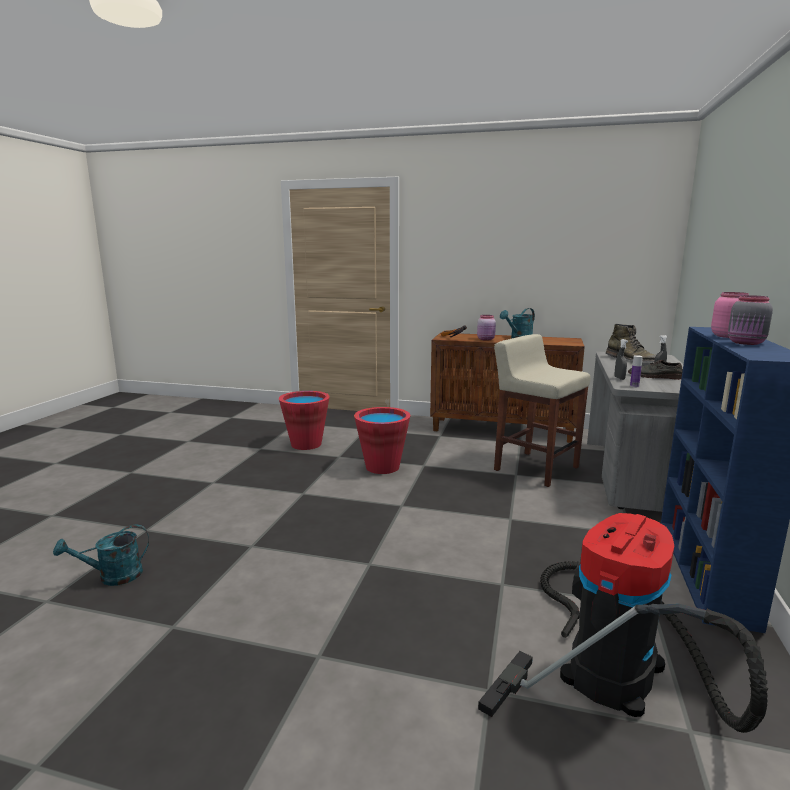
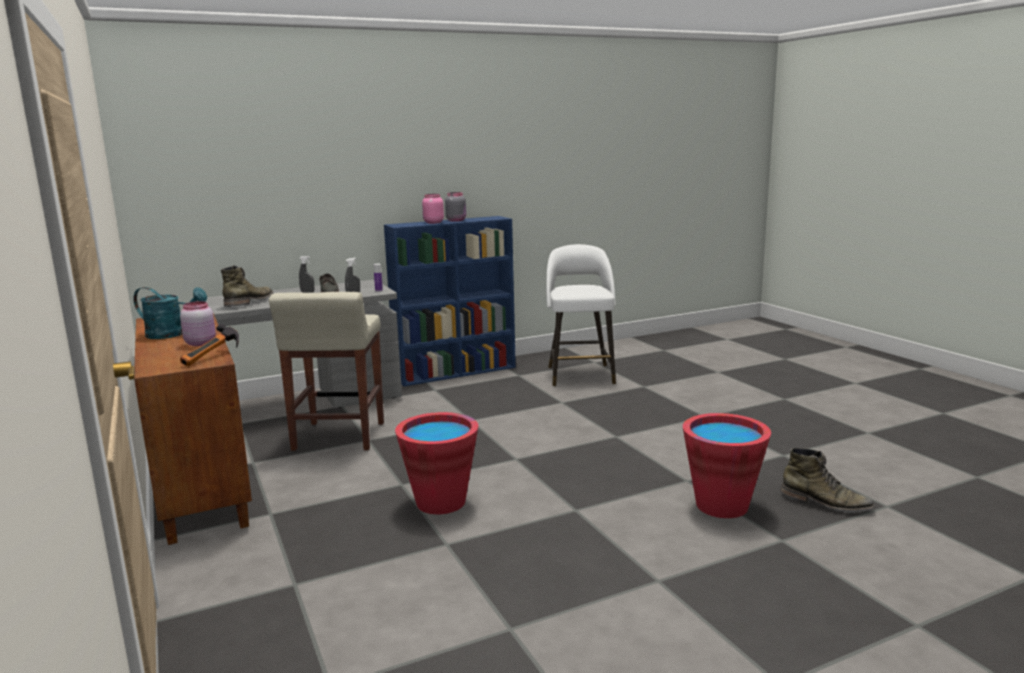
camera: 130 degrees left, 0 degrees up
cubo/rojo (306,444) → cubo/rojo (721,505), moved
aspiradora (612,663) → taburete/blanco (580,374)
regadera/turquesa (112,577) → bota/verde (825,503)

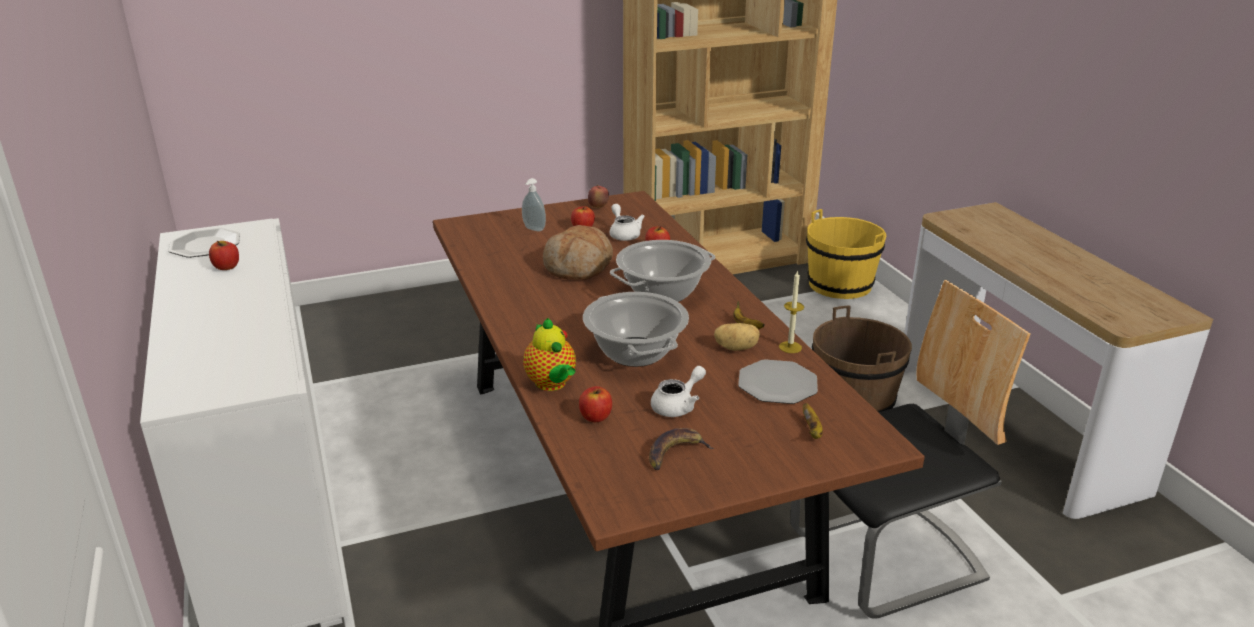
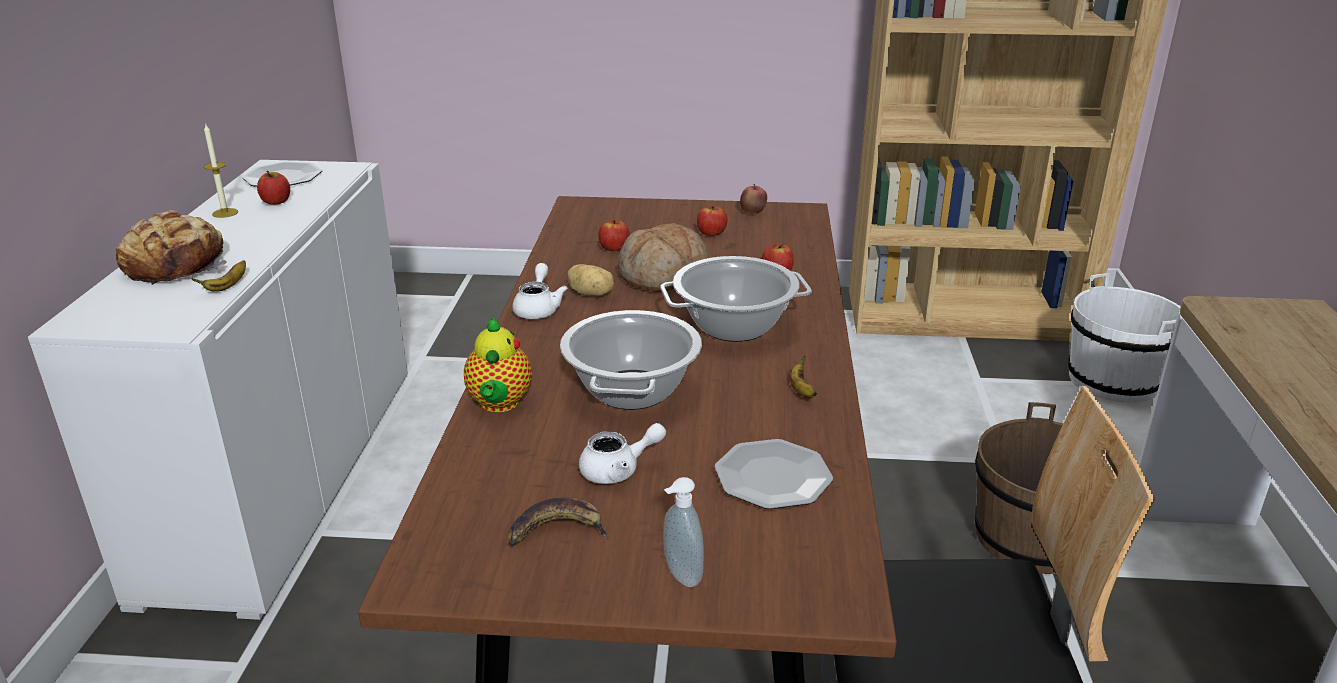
camera: 25 degrees right, 0 degrees up
dispensador de jabón (533,229) → dispensador de jabón (680,576), moved
tetera/blanco (624,234) → tetera/blanco (538,308), moved
cubo/amarillo (840,285) → cubo/blanco (1113,380)
vela (790,347) → vela (225,213), moved
patata (736,348) → patata (591,294), moved
manzana (595,417) → manzana (614,248), moved
plátano (812,430) → plátano (227,286), moved
- → pan (176,265)

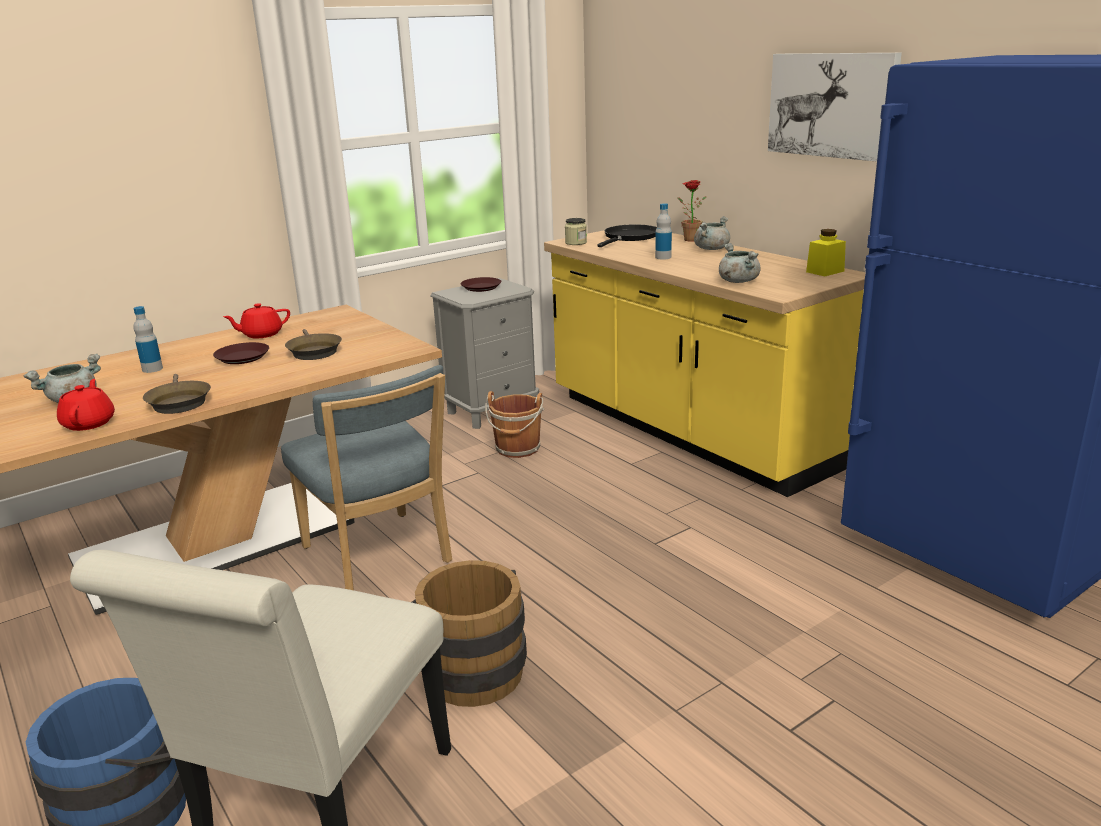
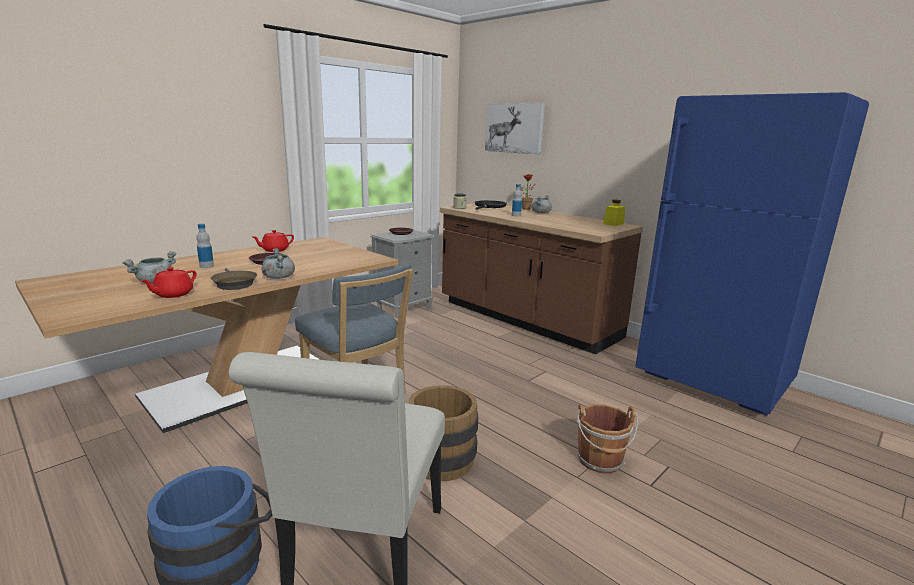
camera: 10 degrees left, 5 degrees down
cuadro (832,105) → cuadro (514,128), moved
mueble bajo de cocina/amarillo (689,431) → mueble bajo de cocina/marrón (526,320)
olla/gris (737,281) → olla/gris (278,277), moved
sartén/marrón (313,351) → -
tetera/rojo (89,423) → tetera/rojo (173,294), 135 degrees counterclockwise
cubo/marrón (517,449) → cubo/marrón (600,461), moved

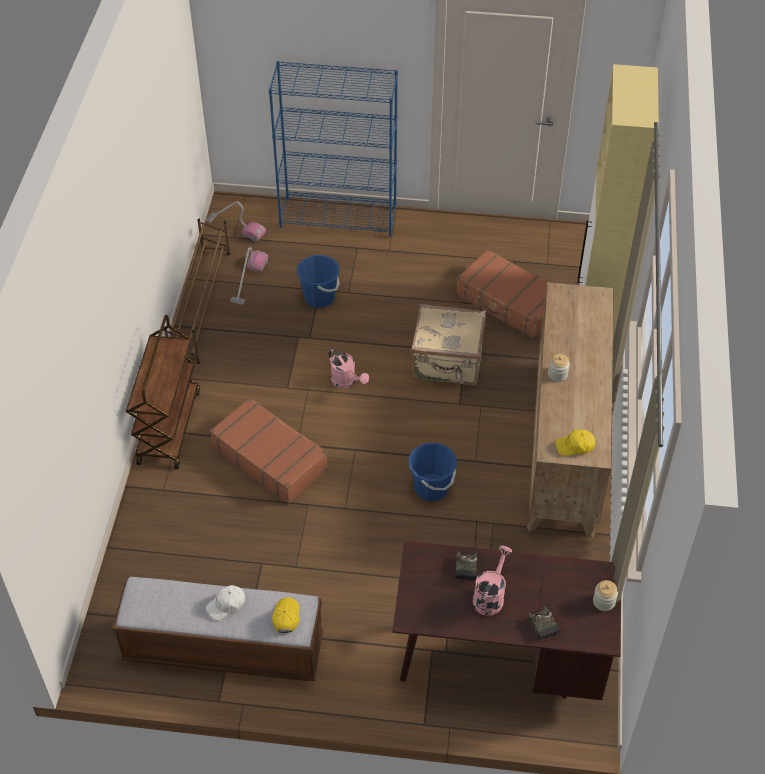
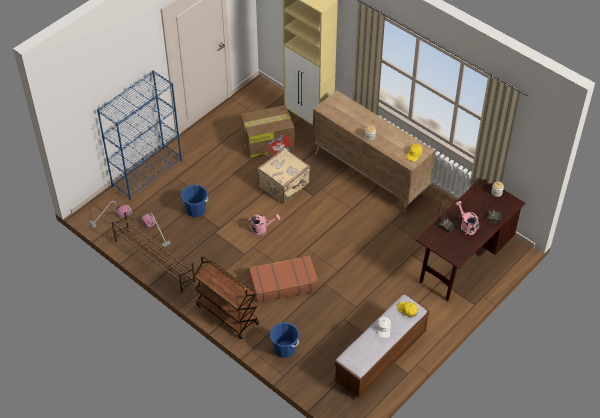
camera: 55 degrees left, 0 degrees up
maleta/marrón (509,303) → caja de cartón (268,142)
cubo/azul (431,488) → cubo/azul (284,349), moved

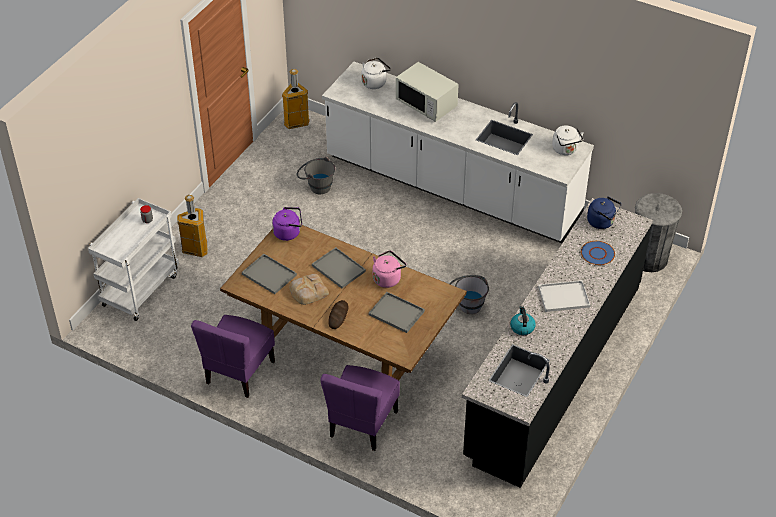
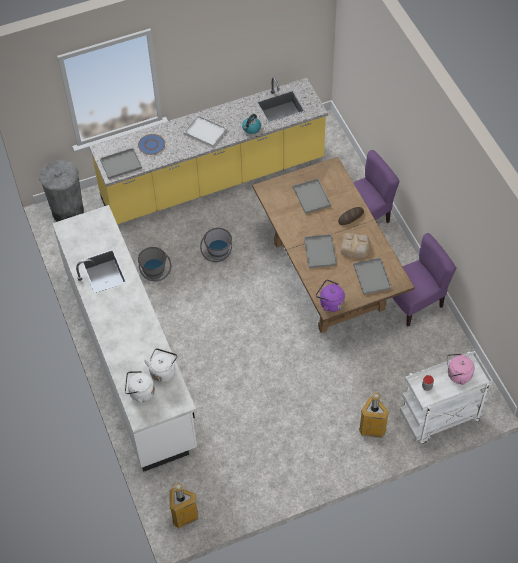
camera: 140 degrees left, 10 degrees up
microondas/blanco (426,104) → -
hervidor/blanco (566,150) → hervidor/blanco (163,371), moved
cubo/gris (316,186) → cubo/gris (155,275), moved
hervidor/azul (602,222) → bandeja/gris (121,163)
mueble bajo de cocina/negro (553,369) → mueble bajo de cocina/amarillo (213,180)
hervidor/rosa (388,278) → hervidor/rosa (457,375), moved

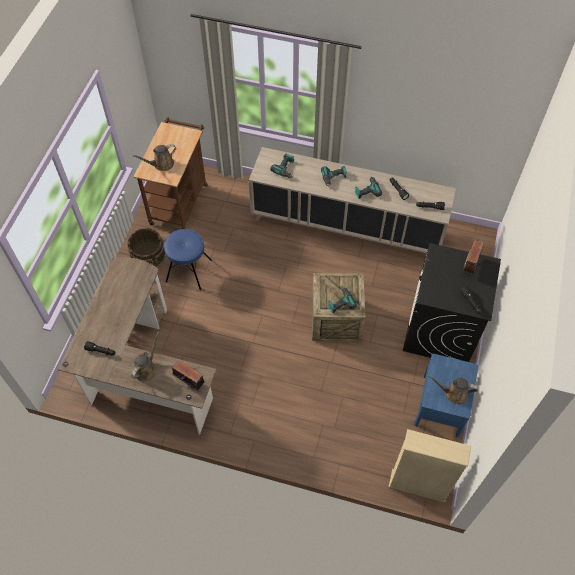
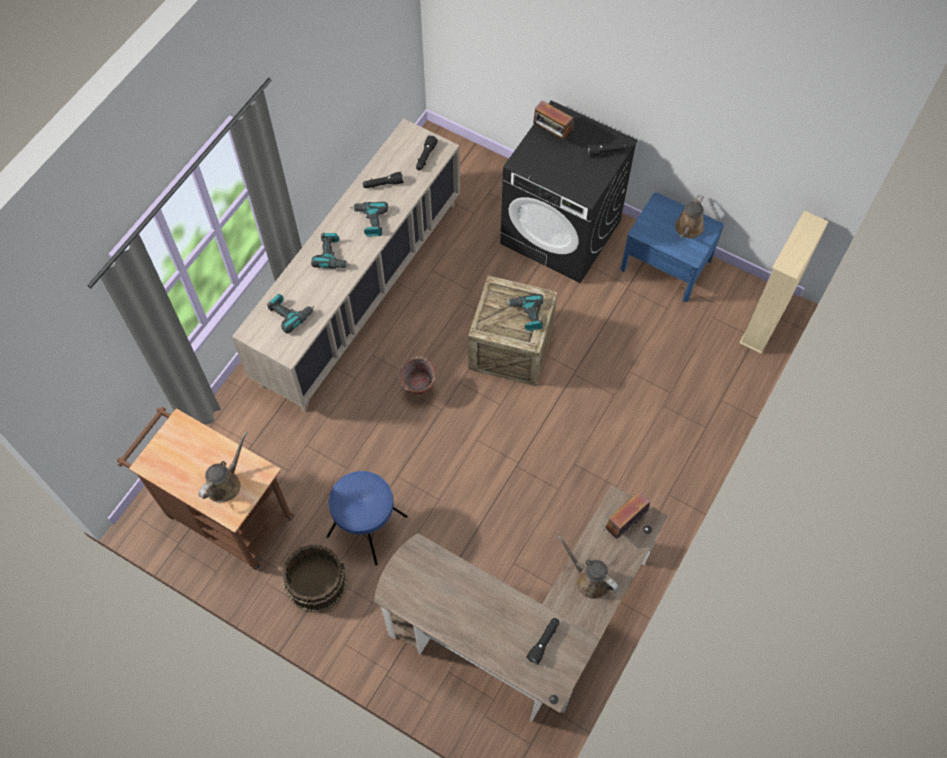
camera: 75 degrees left, 5 degrees up
regadera/marrón (161,164) → regadera/marrón (225,483), 135 degrees counterclockwise
- → cubo (418,390)

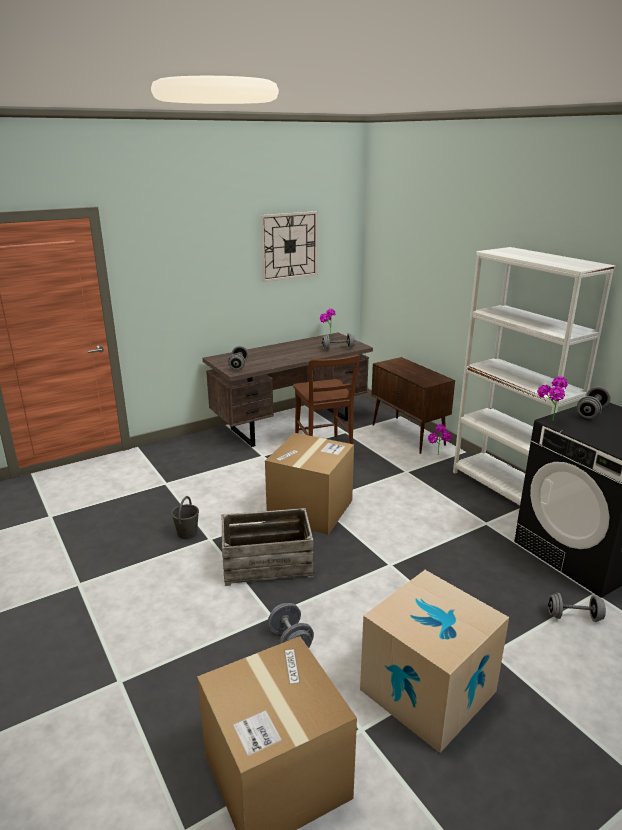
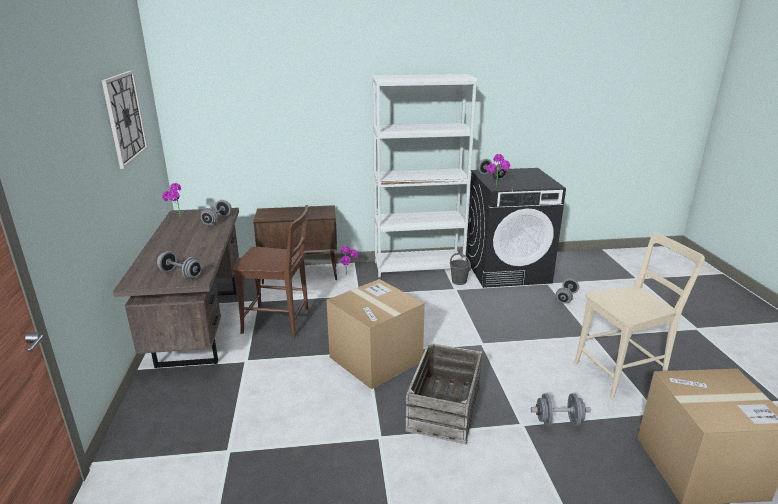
camera: 65 degrees left, 0 degrees up
cubo/gris (187,533) → cubo/gris (458,281), moved
caja de cartón (428,690) → silla/beis (622,372)

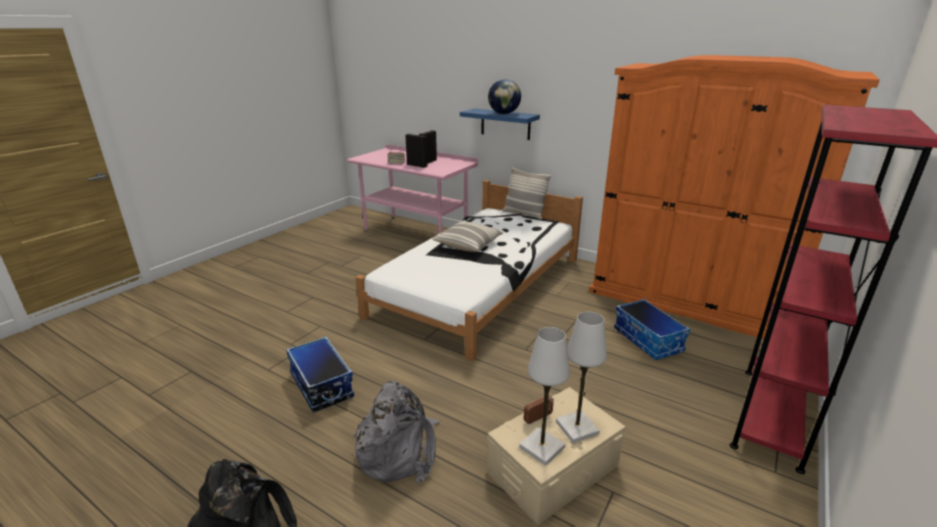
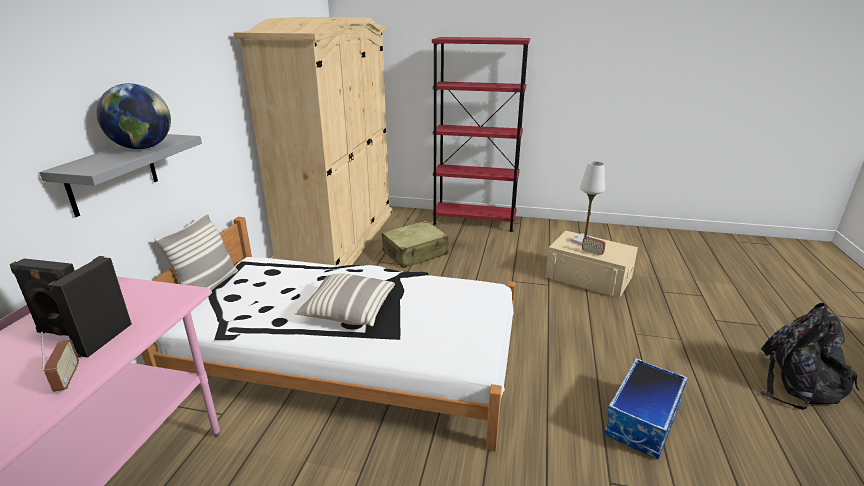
camera: 110 degrees left, 0 degrees up
armario ropero/naranja (687,301) → armario ropero/beis (340,239)
estante/azul (505,124) → estante/gris (113,174)
caja de almacenaje (648,340) → maleta/beis (415,253)
lámpara de mesa/blanco (542,447) → -
mochila/gris (399,451) → -

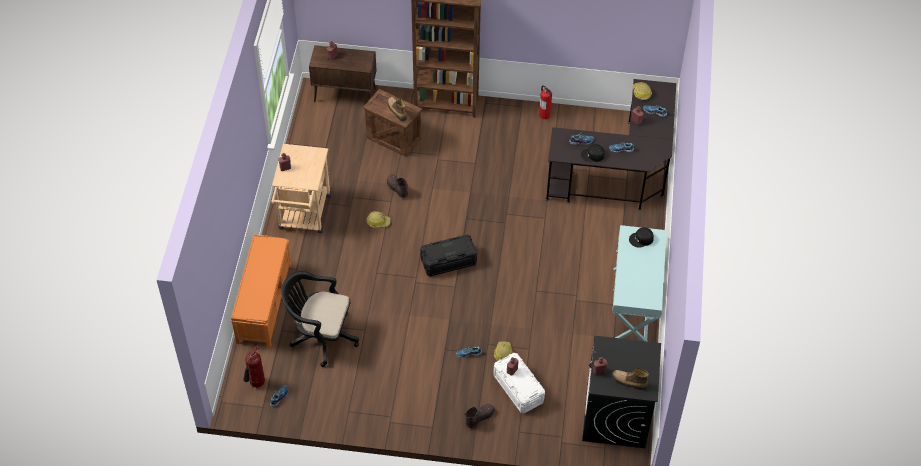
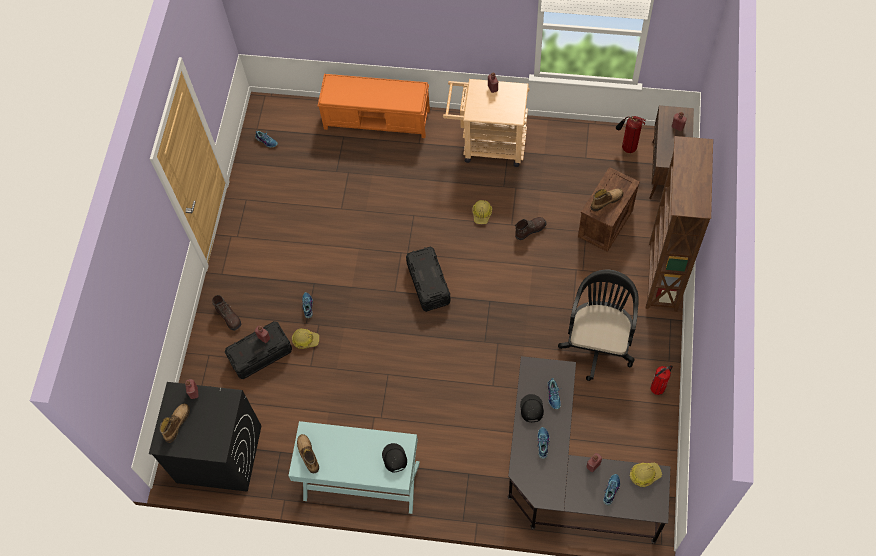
camera: 95 degrees right, 10 degrees up
silla de oficina/negro (320,336) → silla de oficina/negro (598,342), moved
extintor (256,384) → extintor (627,148), moved
caja de almacenaje/blanco (518,389) → caja de almacenaje/negro (260,355)
- → bota (307,454)

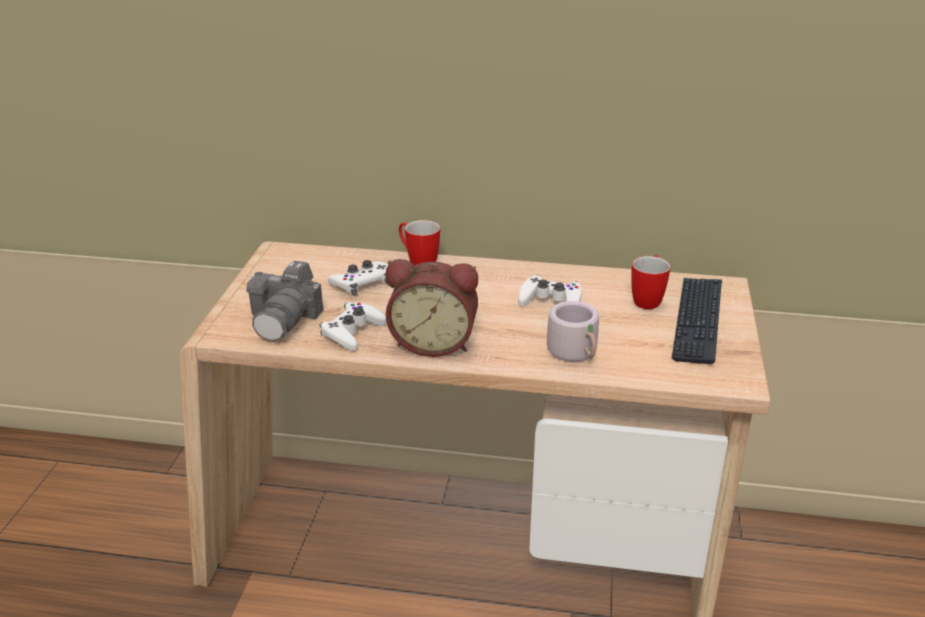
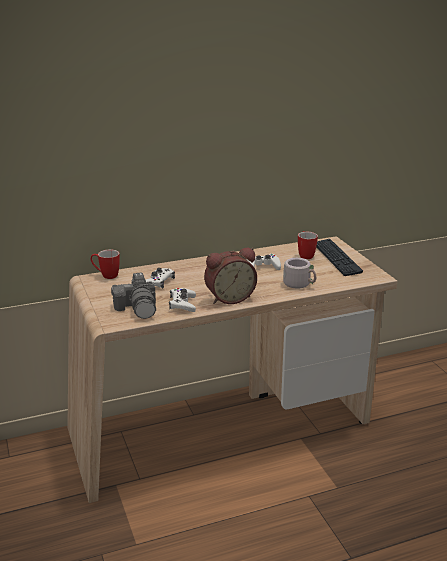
camera: 30 degrees left, 5 degrees down
taza grande (418,262) → taza grande (106,275), moved

